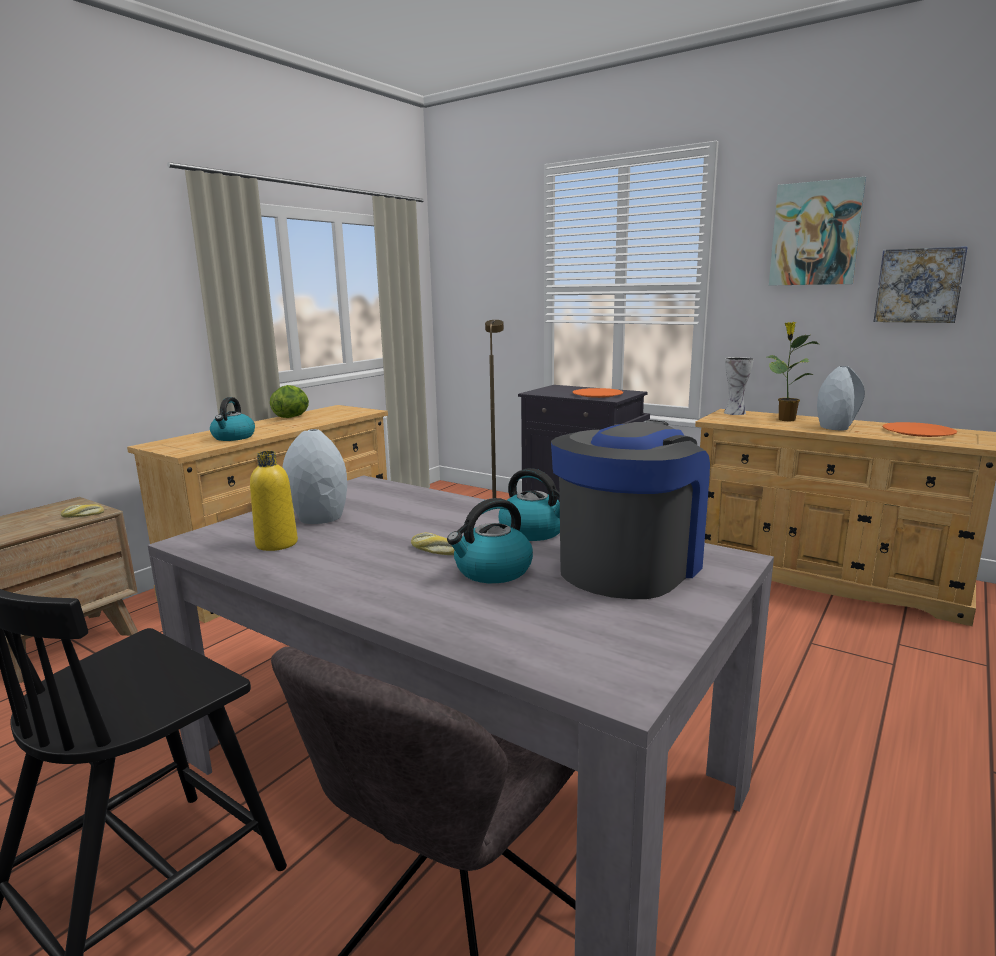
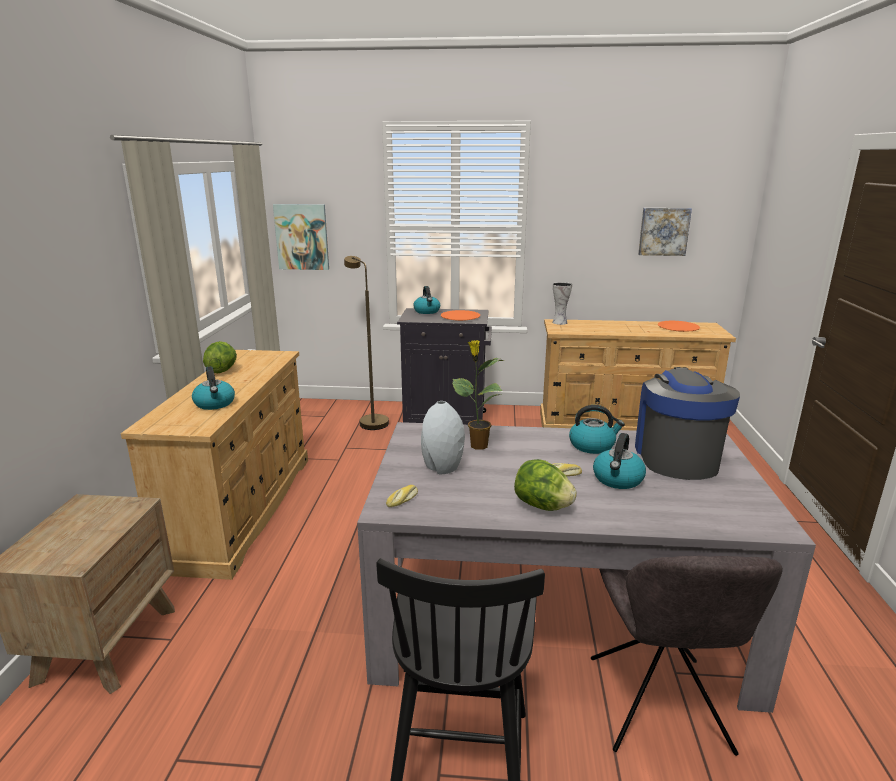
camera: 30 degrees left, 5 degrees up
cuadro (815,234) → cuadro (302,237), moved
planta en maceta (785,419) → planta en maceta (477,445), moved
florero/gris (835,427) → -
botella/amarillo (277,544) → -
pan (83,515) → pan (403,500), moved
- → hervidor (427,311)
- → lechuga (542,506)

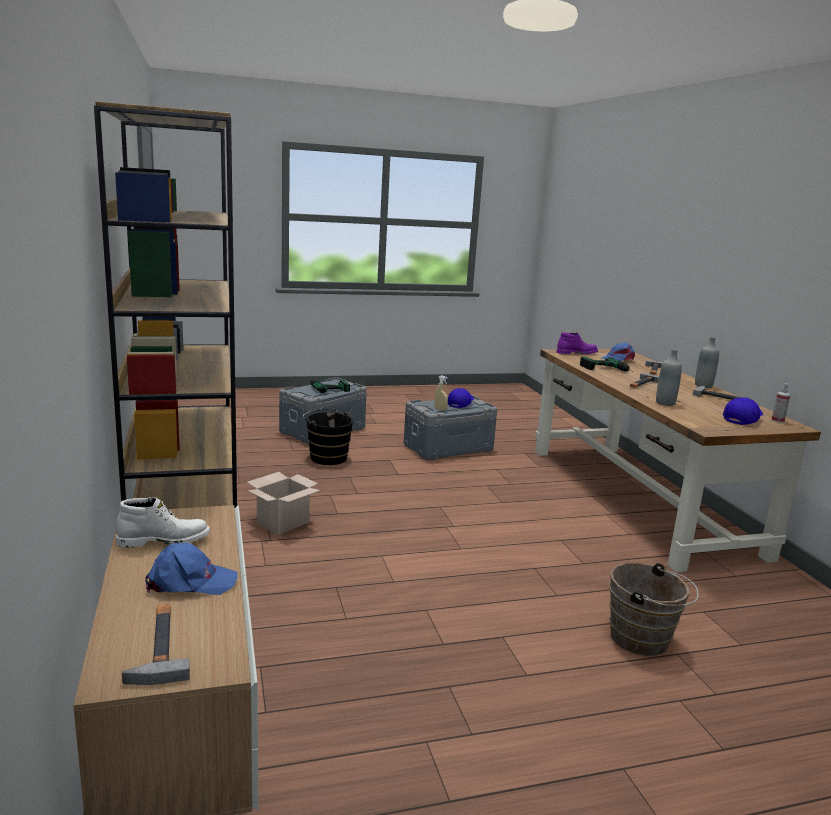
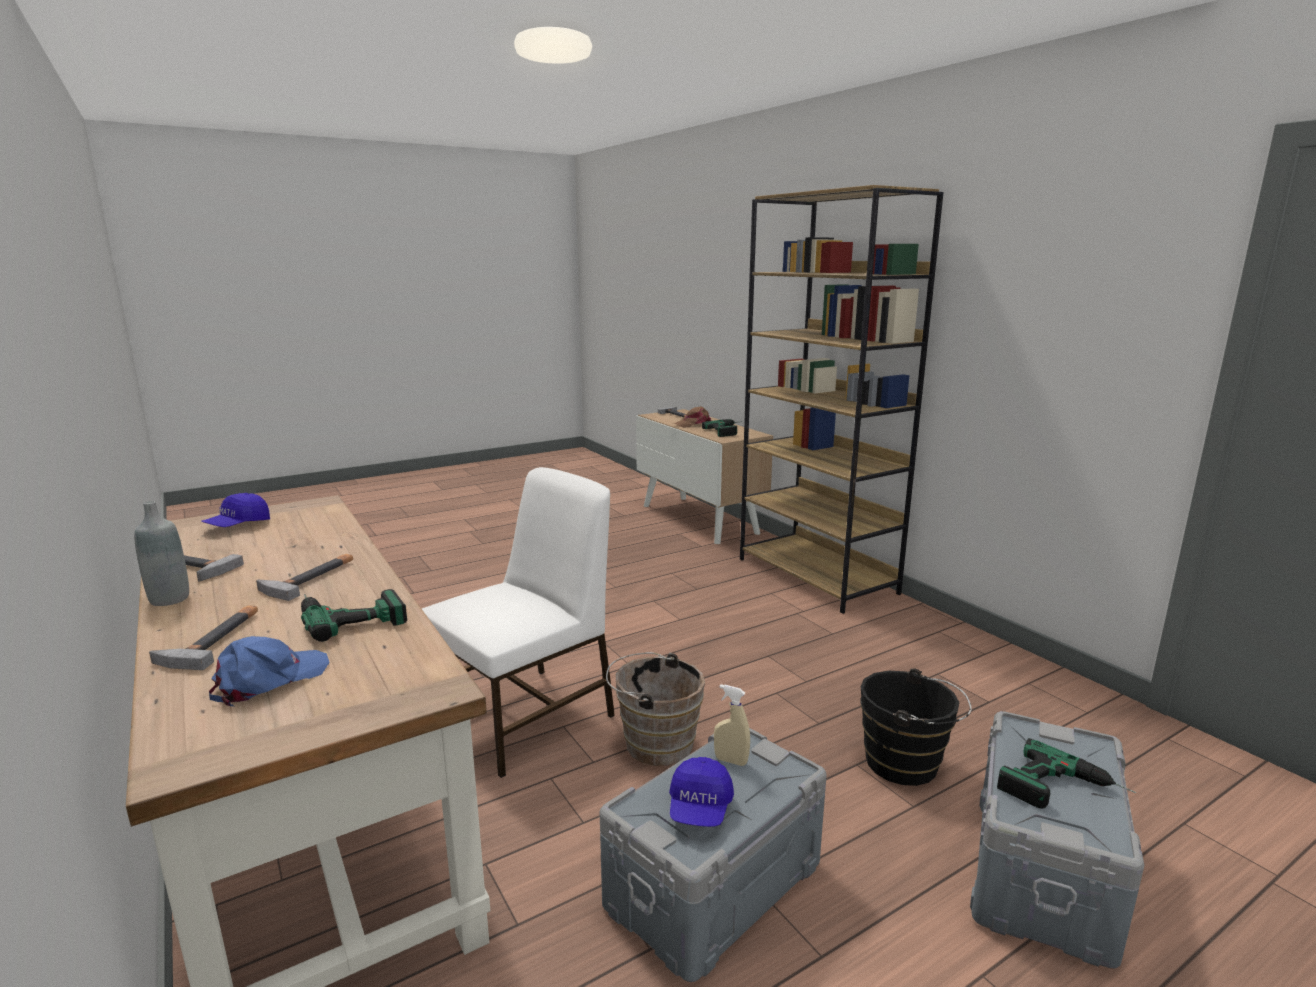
camera: 165 degrees right, 0 degrees up
bota/morado (576,353) → -
botella/gris (665,403) → -
pulverizador (777,420) → -
caja de cartón (283,522) → -
bota/blanco (164,540) → taladro (729,430)
gorra/azul (190,582) → gorra/marrón (693,424)
cubo/marrón (643,640) → cubo/marrón (654,743), moved
- → silla/blanco (527,717)

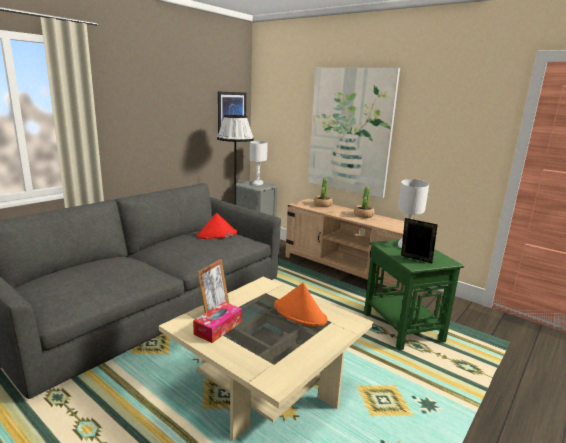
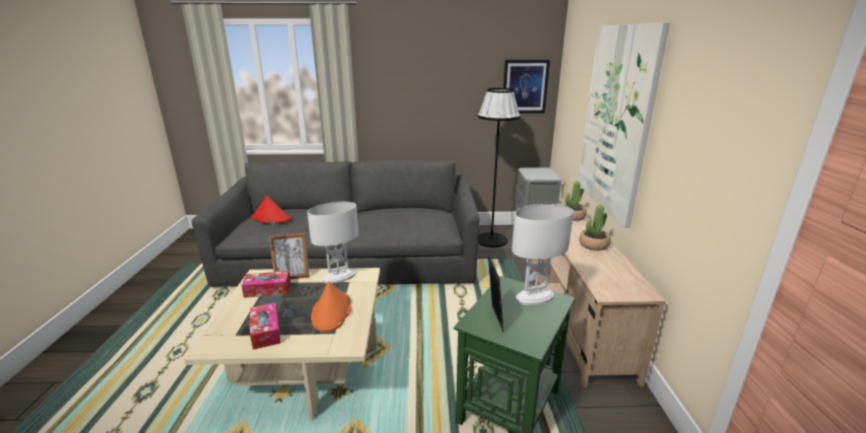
camera: 50 degrees right, 5 degrees up
lámpara de mesa/blanco (257,183) → lámpara de mesa/blanco (339,277), moved
sombrero/rojo (217,234) → sombrero/rojo (271,218), moved
- → caja de pañuelos (266,331)

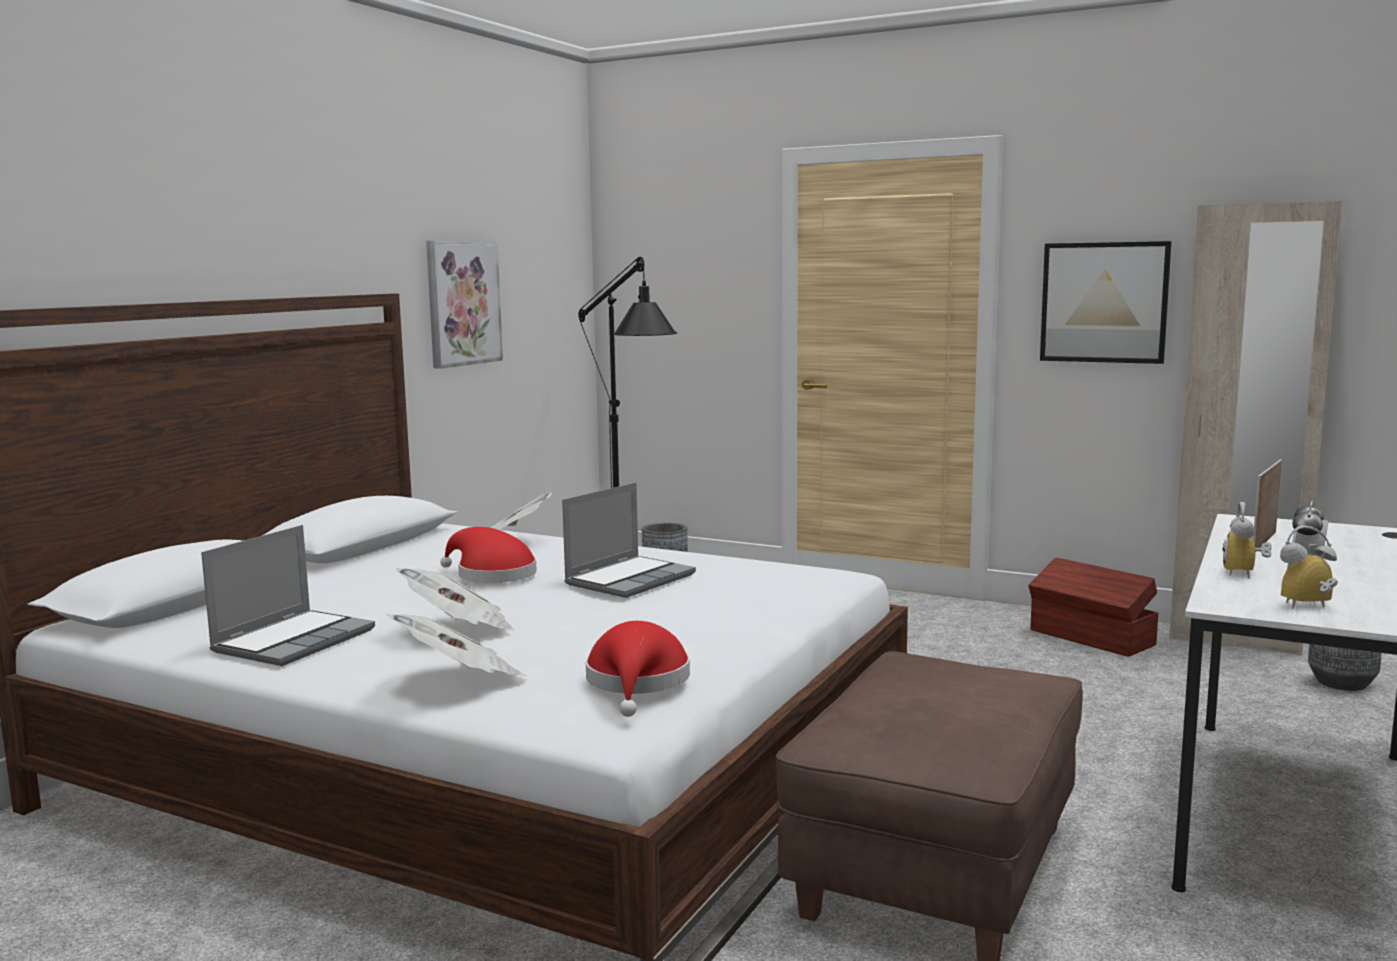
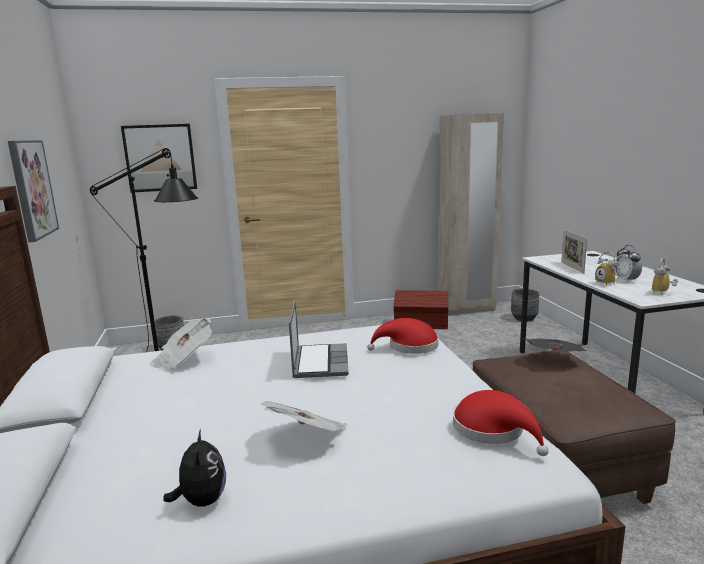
camera: 40 degrees left, 5 degrees up
cuadro (1104,302) → cuadro (160,158), moved
portátil (294,640) → peluche (202,501)
sombrero/rojo (491,575) → sombrero/rojo (409,346), moved
periódico (460,678) → periódico (554,360), moved

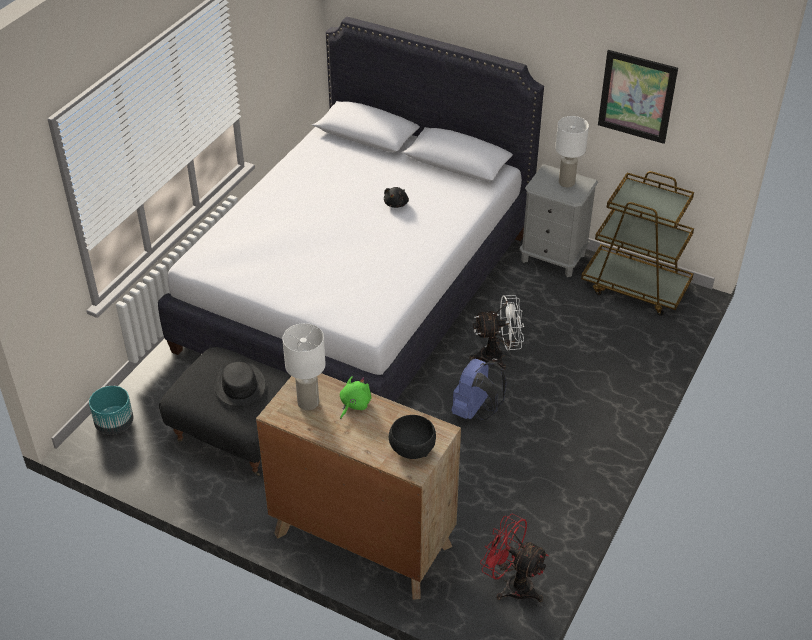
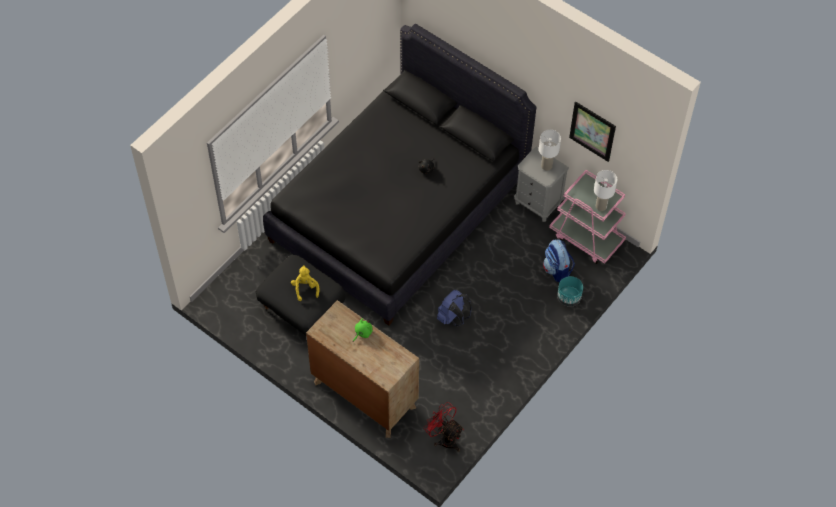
camera: 10 degrees right, 15 degrees up
cama/blanco (357,290) → cama/negro (397,210)
carrito/marrón (635,287) → carrito/rosa (586,238)
ventilador/blanco (497,356) → -
lámpara de mesa/blanco (309,402) → lámpara de mesa/blanco (601,206), moved
sombrero/negro (239,385) → peluche/amarillo (305,288)
maceta/turquesa (115,424) → maceta/turquesa (569,298), moved
cuenco/negro (411,448) → -
- → mochila (557,270)

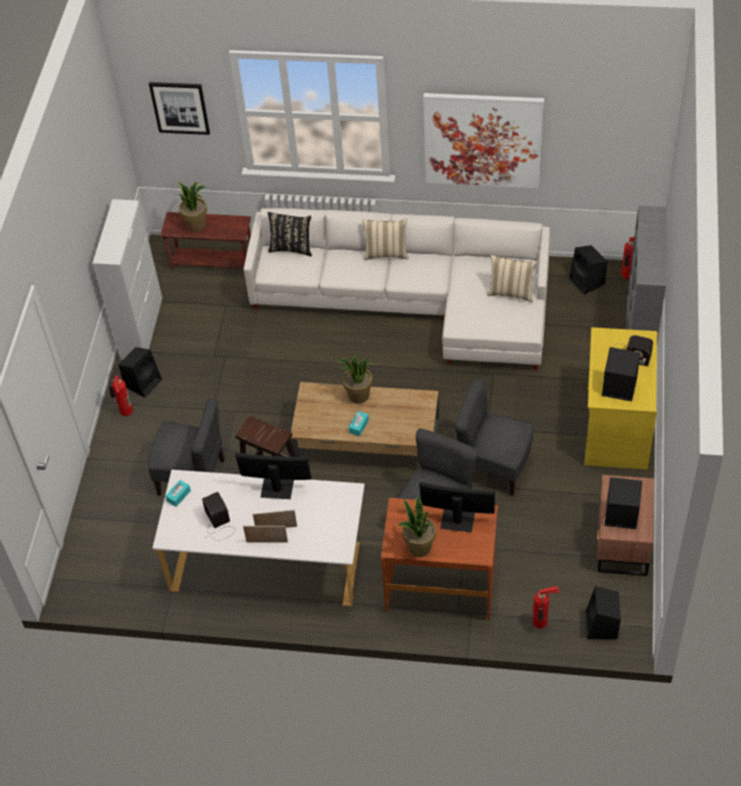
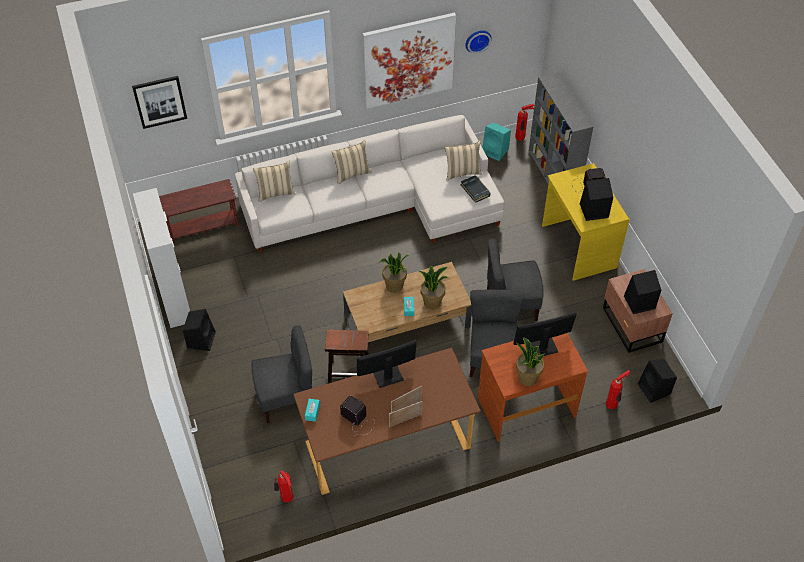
camera: 30 degrees left, 0 degrees up
planta en maceta (196,224) → planta en maceta (432,302), moved
cojín/negro (291,248) → cojín/beis (275,193)
altavoz/negro (587,282) → altavoz/turquesa (495,151)
extintor (125,412) → extintor (286,498), moved
escritorio/blanco (268,562) → escritorio/marrón (386,441)
- → reloj de pared (477,40)
- → libro/negro (475,190)

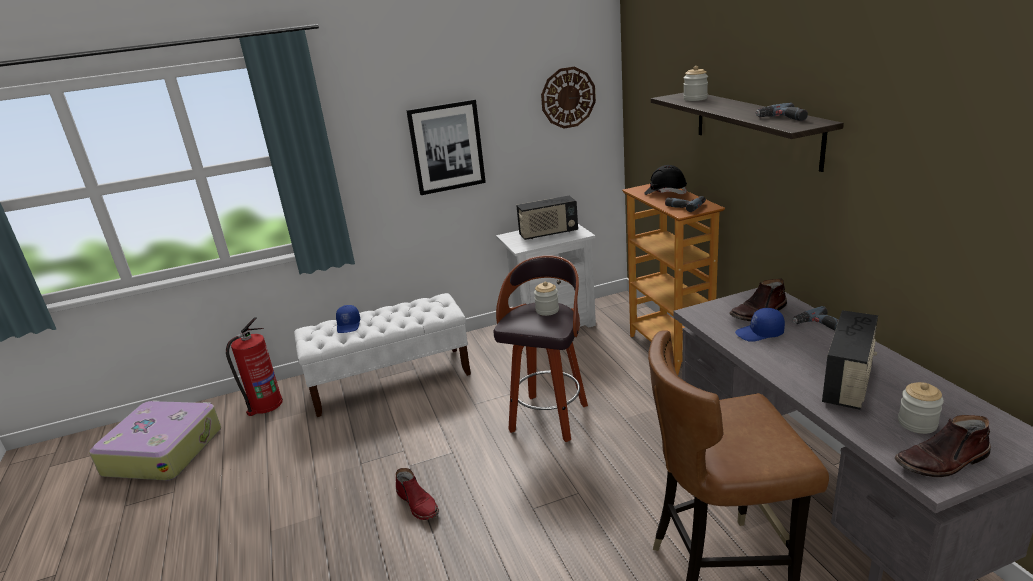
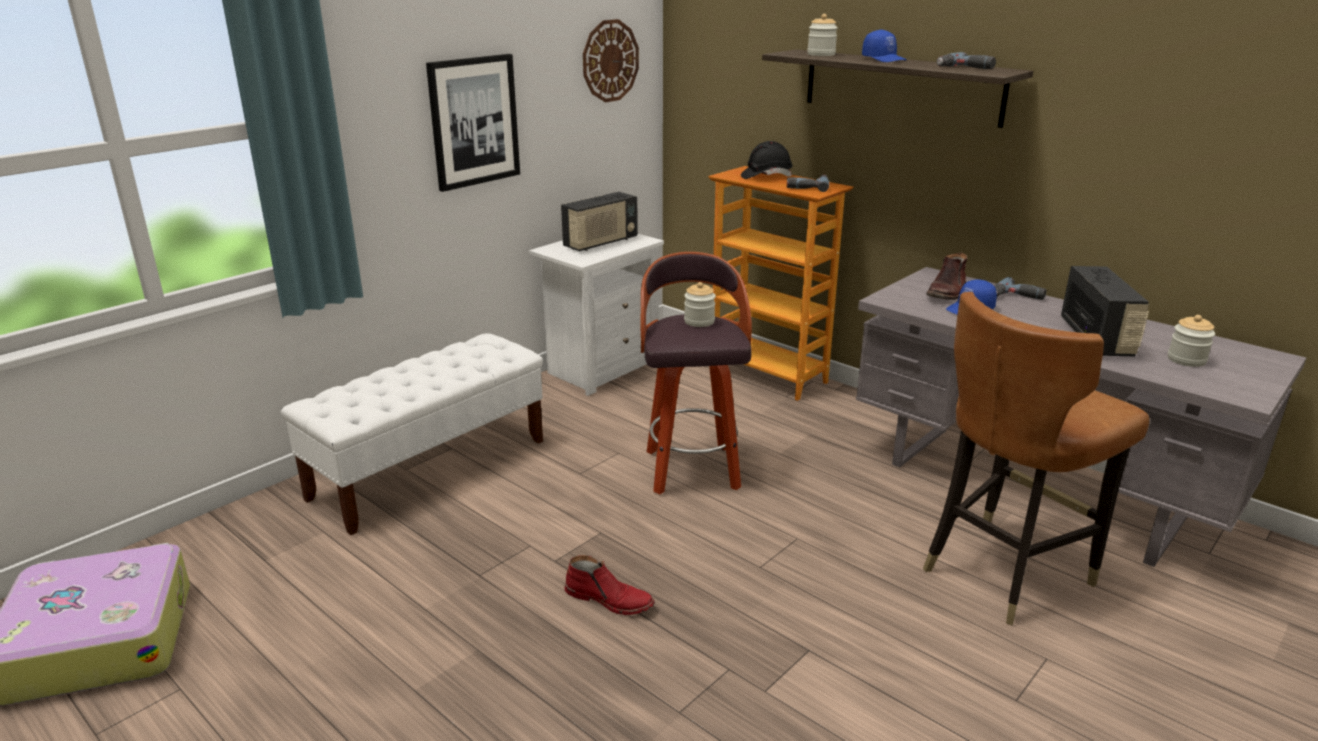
camera: 30 degrees left, 0 degrees up
gorra/azul (349,325) → gorra/azul (884,59), moved
extintor (265,405) → -
bota/marrón (942,461) → -

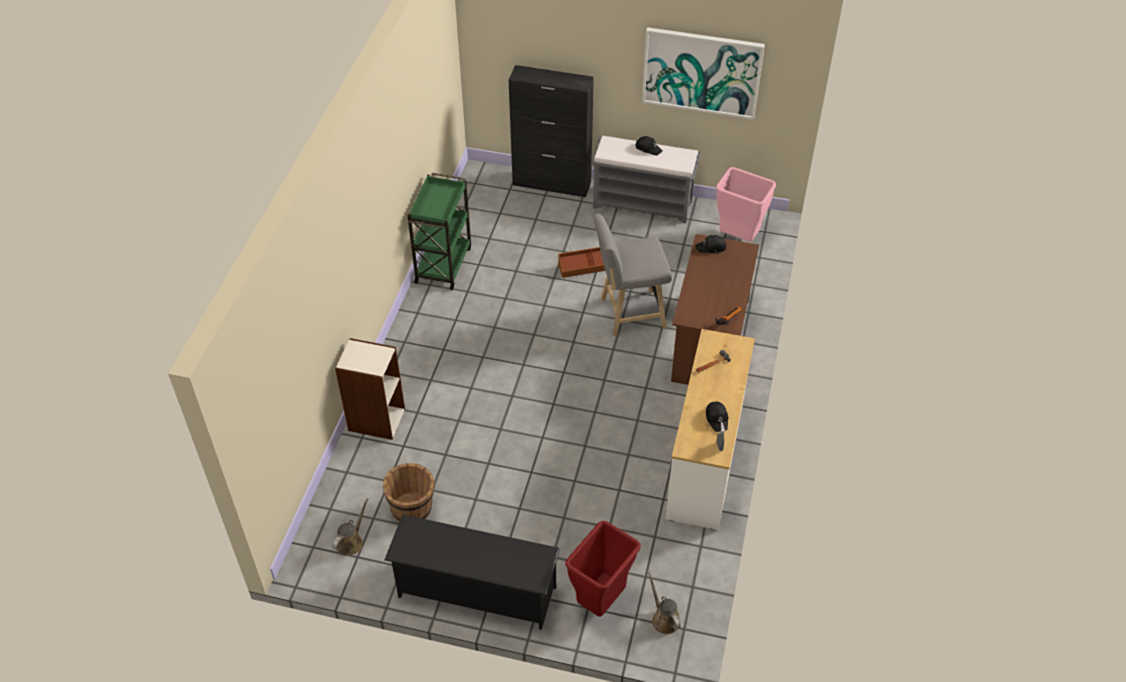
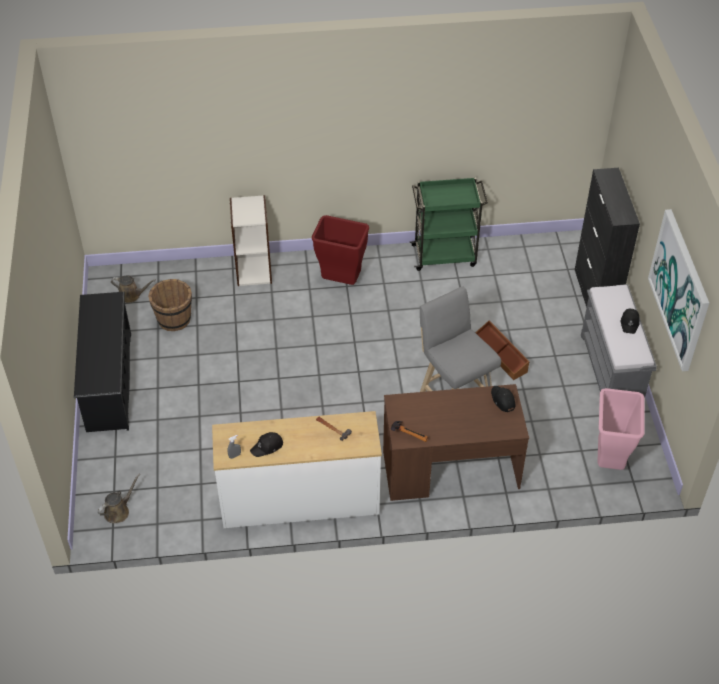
camera: 70 degrees right, 0 degrees up
papelera/rojo (600,600) → papelera/rojo (342,281), moved

